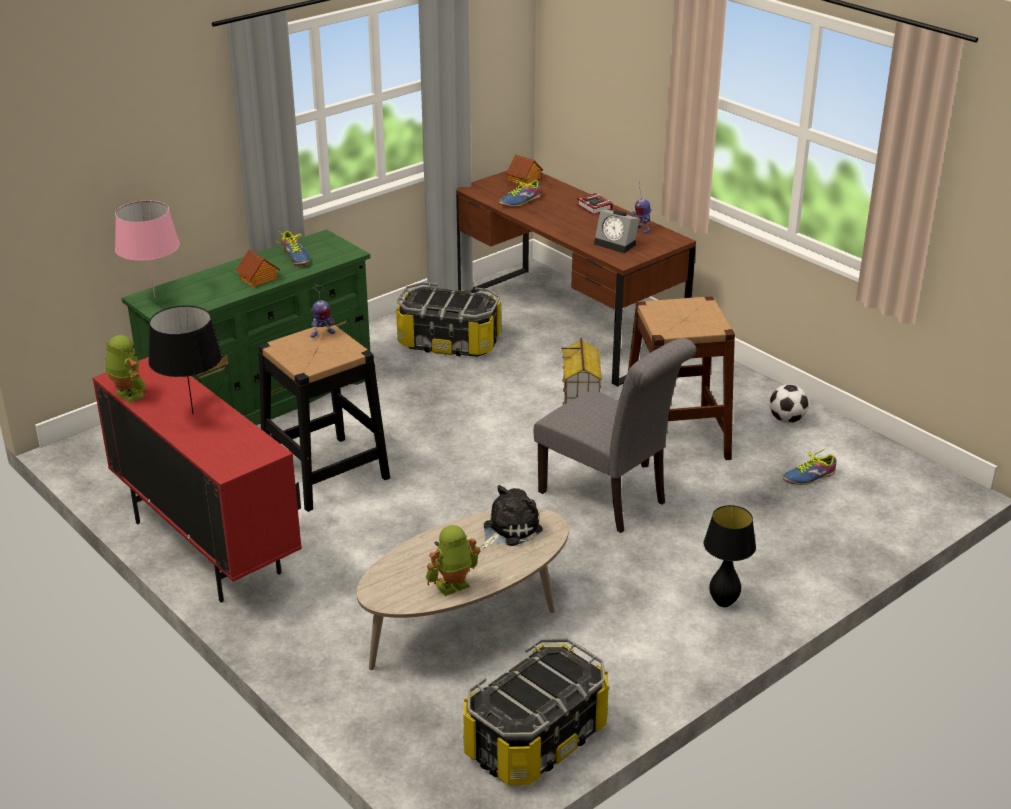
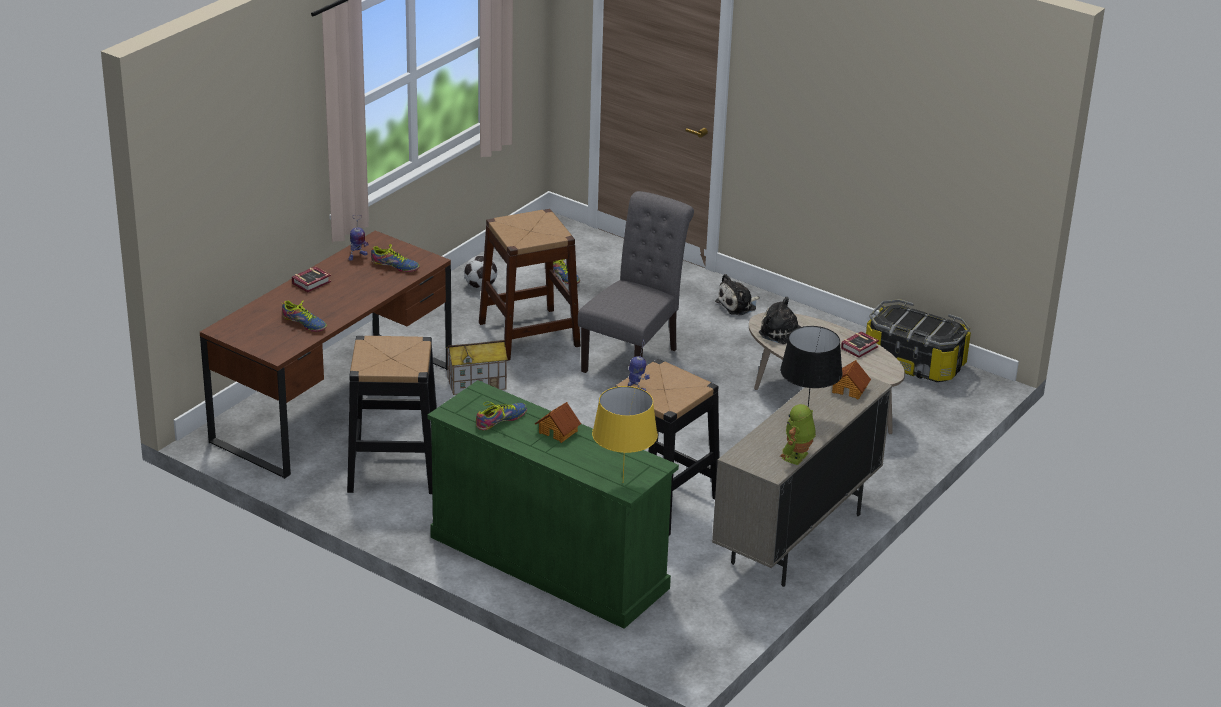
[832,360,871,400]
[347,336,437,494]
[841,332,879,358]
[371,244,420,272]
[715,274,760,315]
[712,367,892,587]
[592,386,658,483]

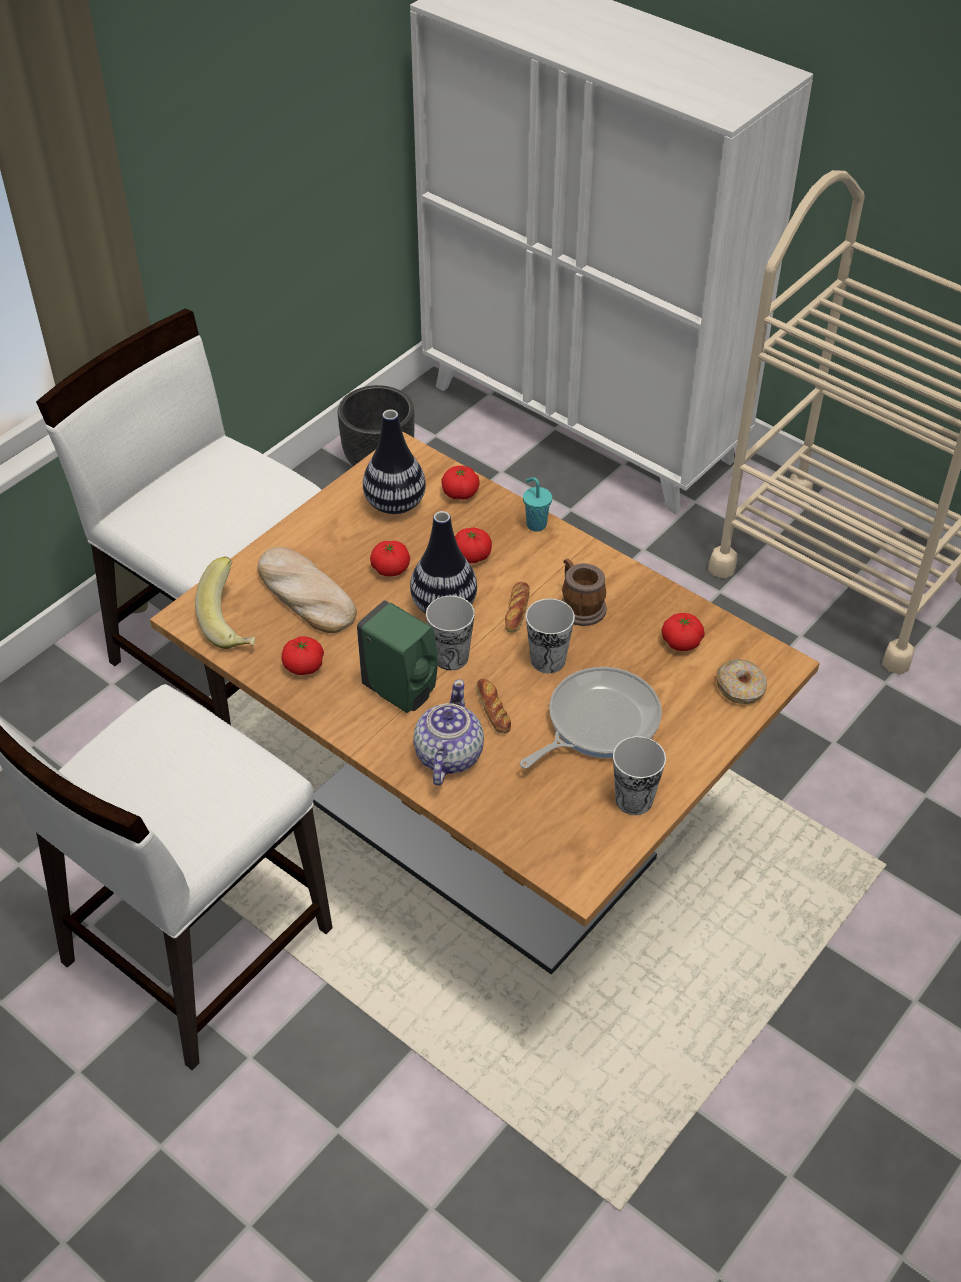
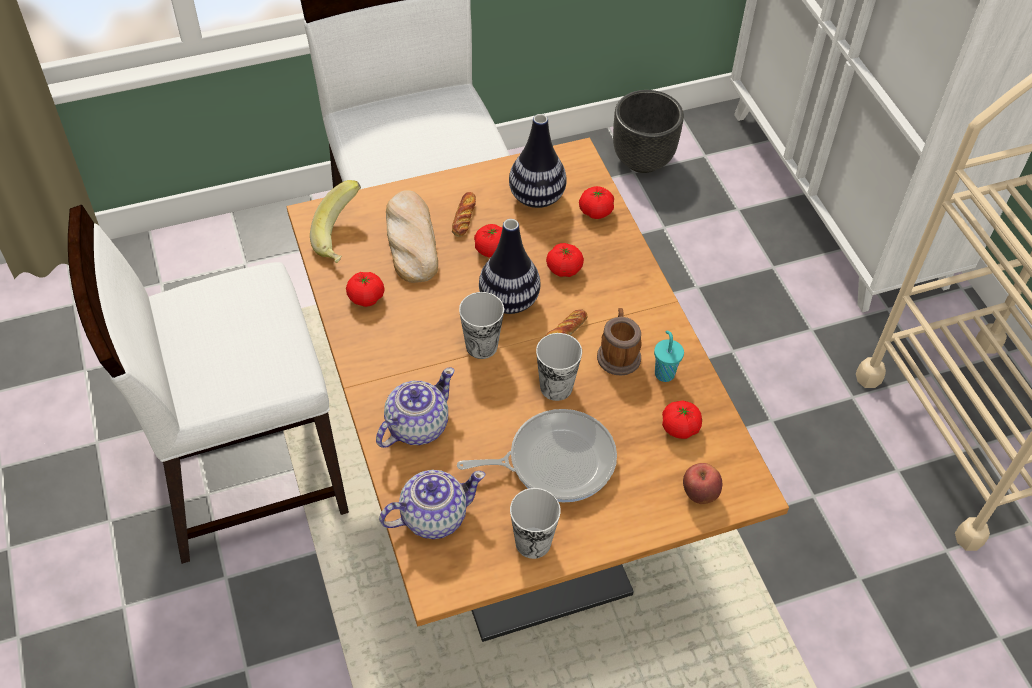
[357,600,438,713] (first image)
[379,470,485,539]
[452,192,476,237]
[654,330,684,382]
[683,463,722,504]

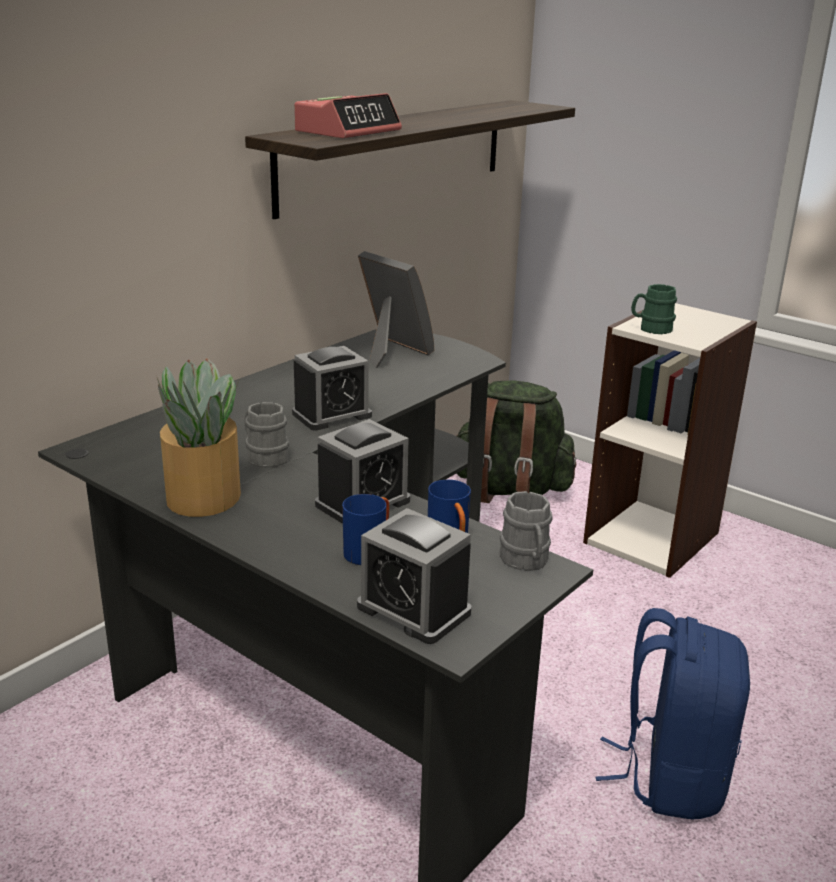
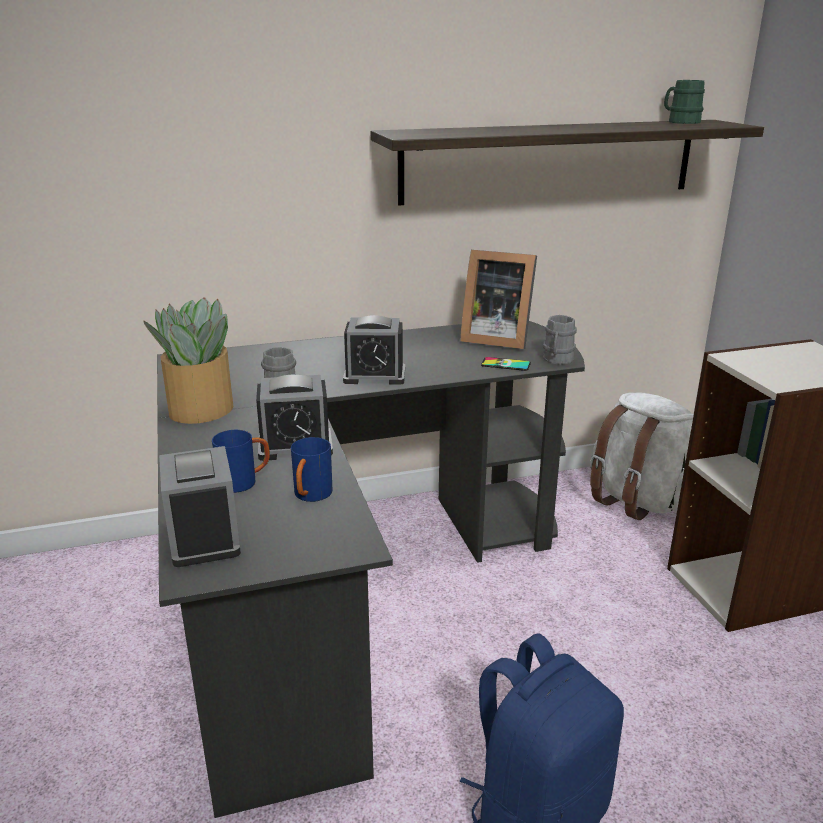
[294,93,402,138] (first image)
[481,357,531,371]
[543,315,577,365]
[664,80,705,124]
[590,392,694,520]
[460,250,537,349]

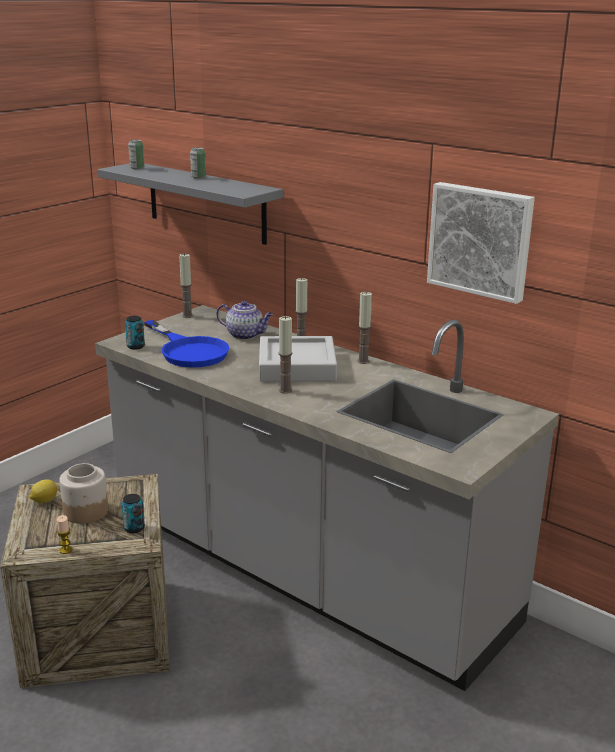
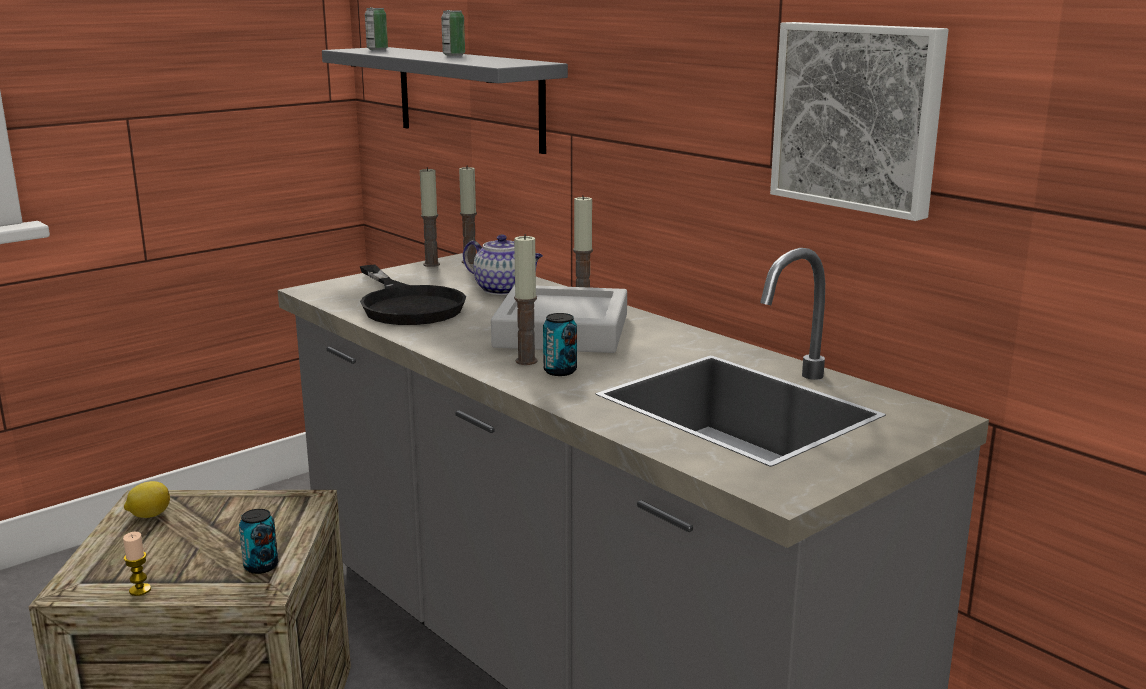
[59,463,108,524] (first image)
[543,313,577,376]
[459,165,477,264]
[360,265,466,325]

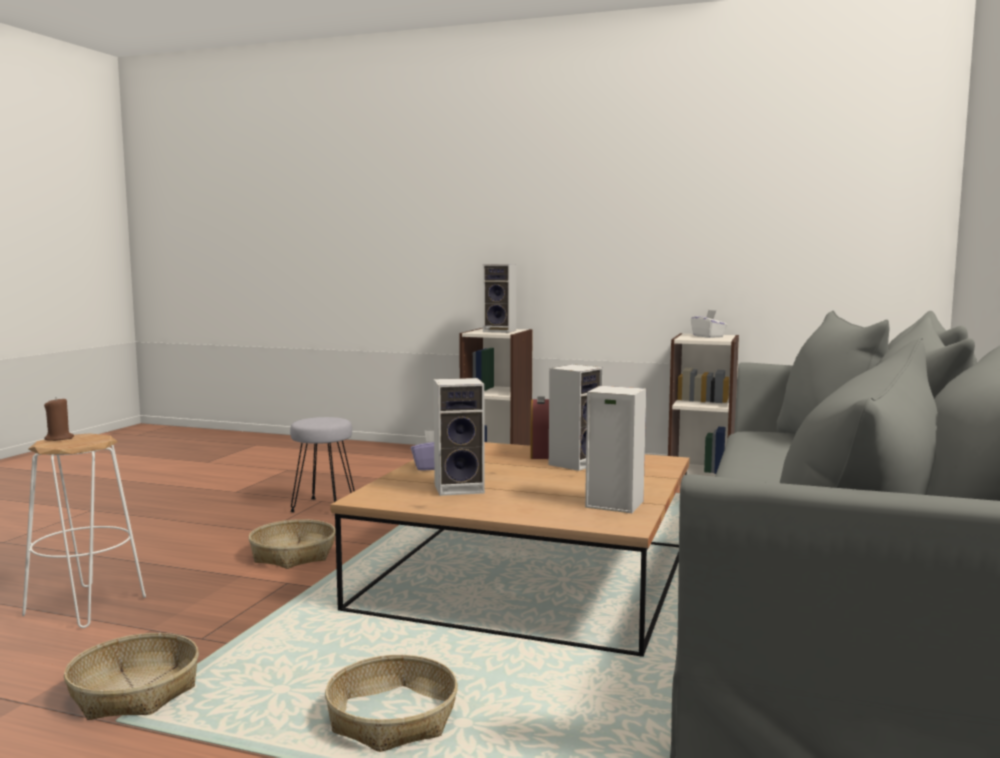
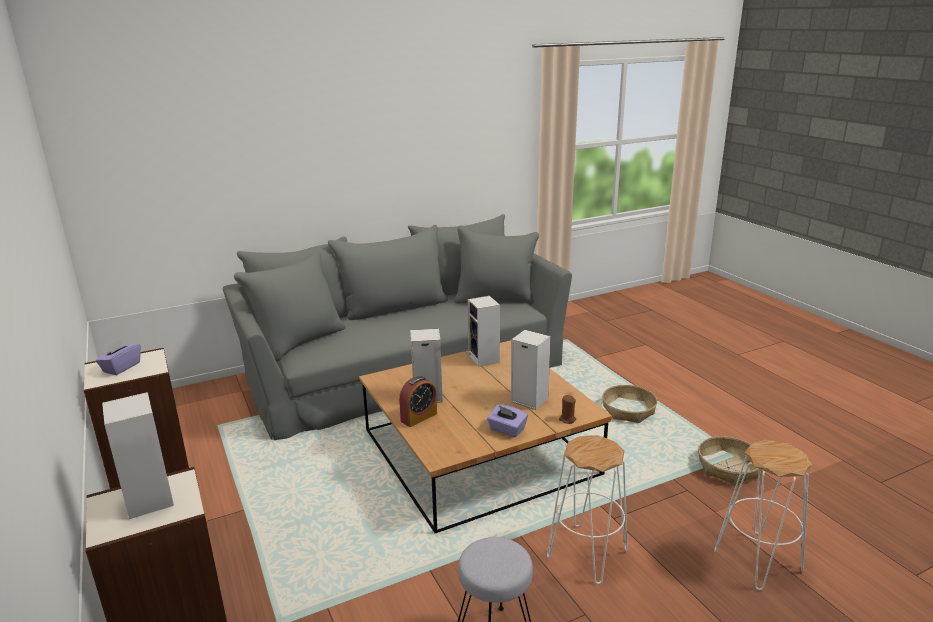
[559,395,576,424]
[547,435,628,584]
[96,338,141,375]

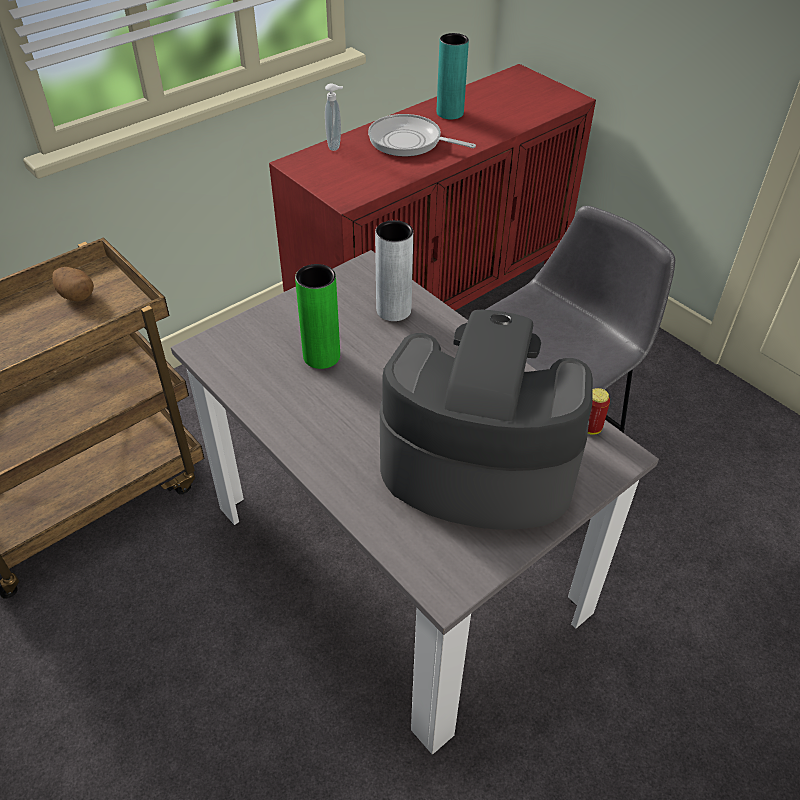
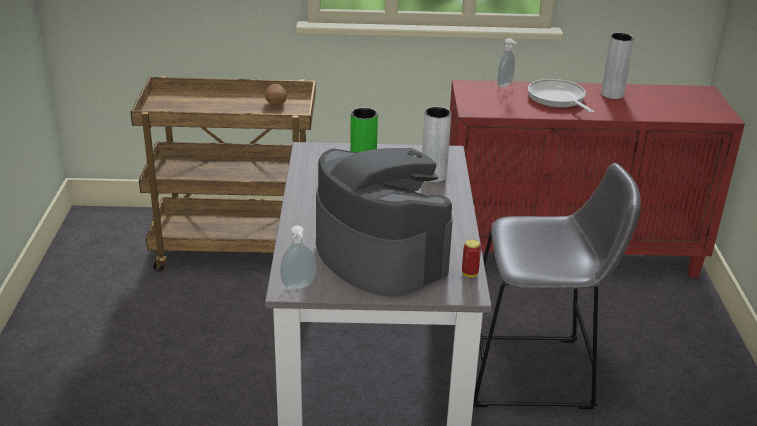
[280,226,316,289]
[601,33,634,99]

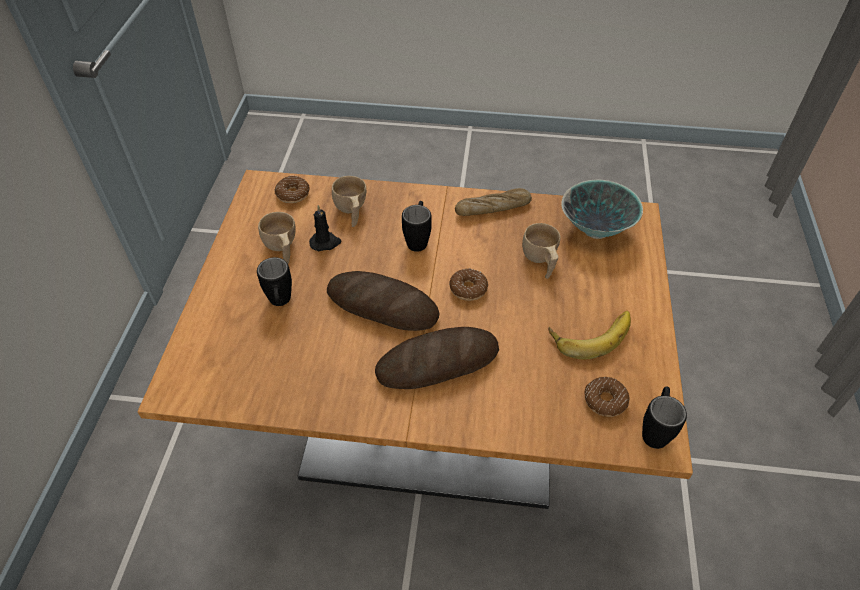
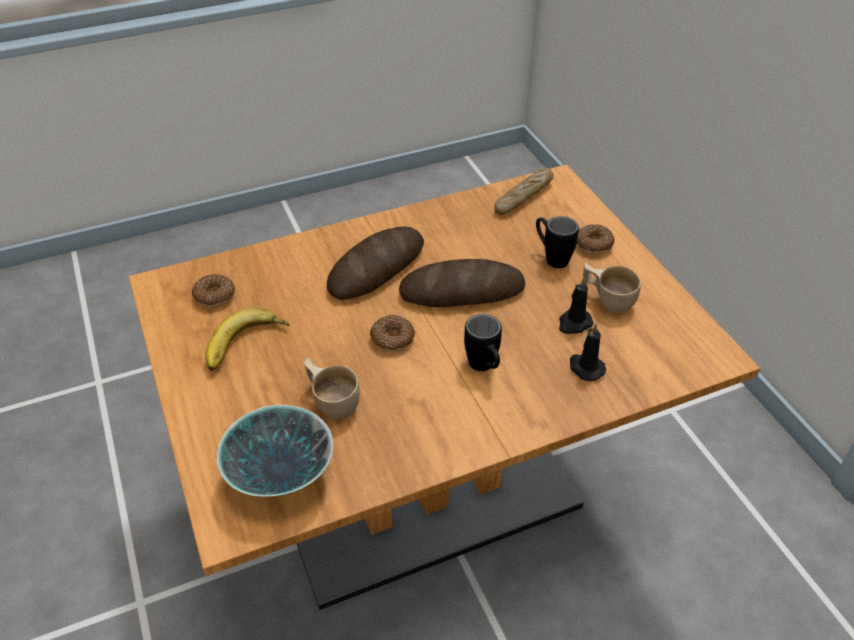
[642,386,687,449] (first image)
[576,224,615,254]
[494,167,554,215]
[570,323,606,381]

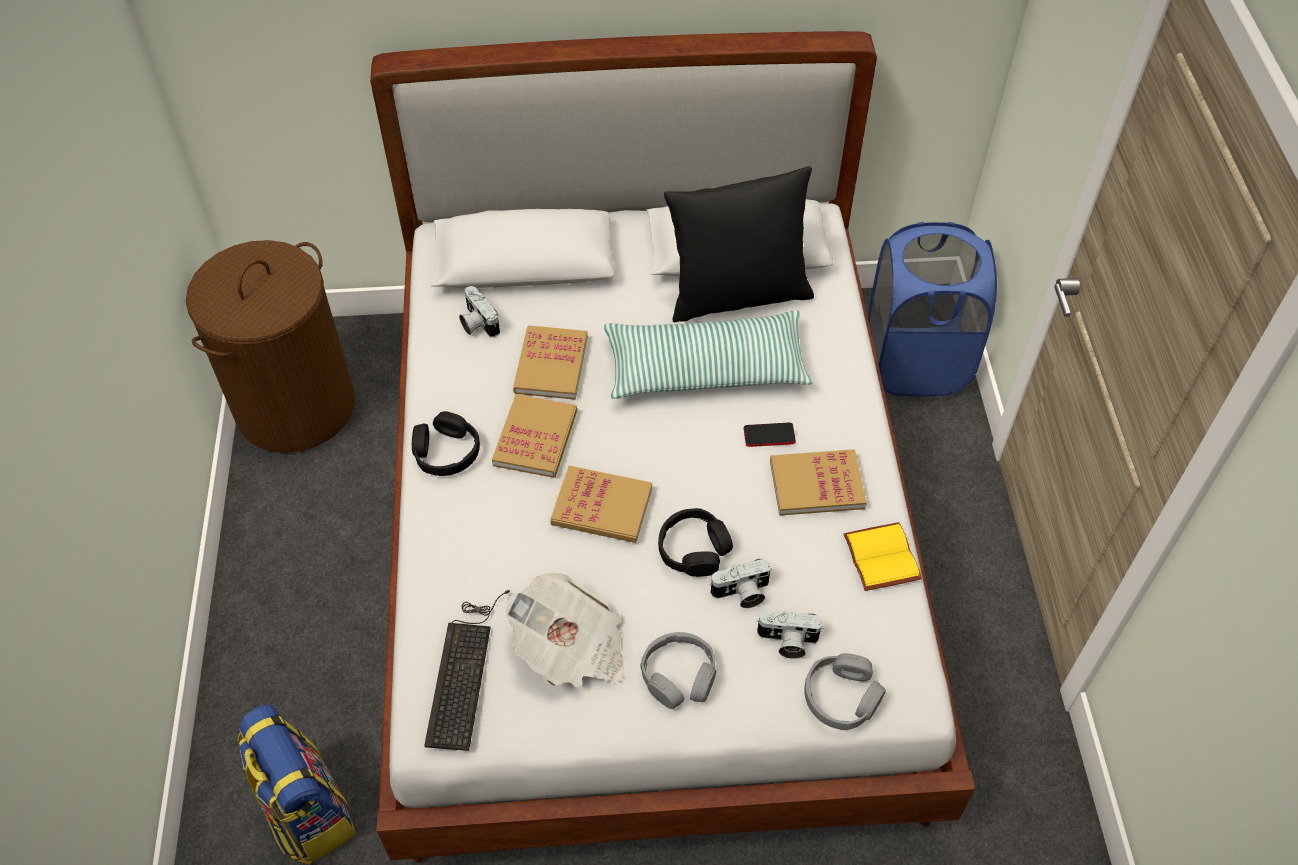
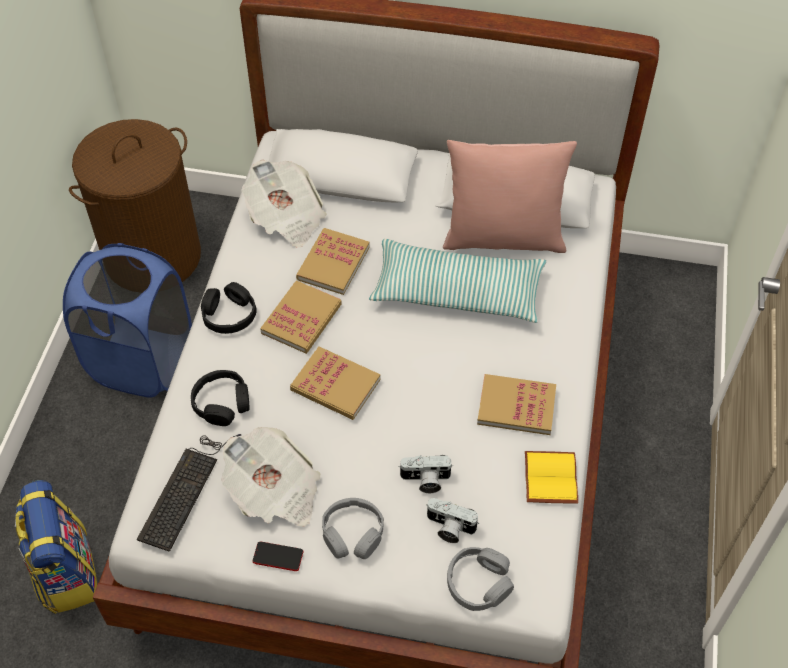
[191,370,250,426]
[252,542,303,571]
[63,243,192,398]
[242,160,327,247]
[443,140,577,253]

